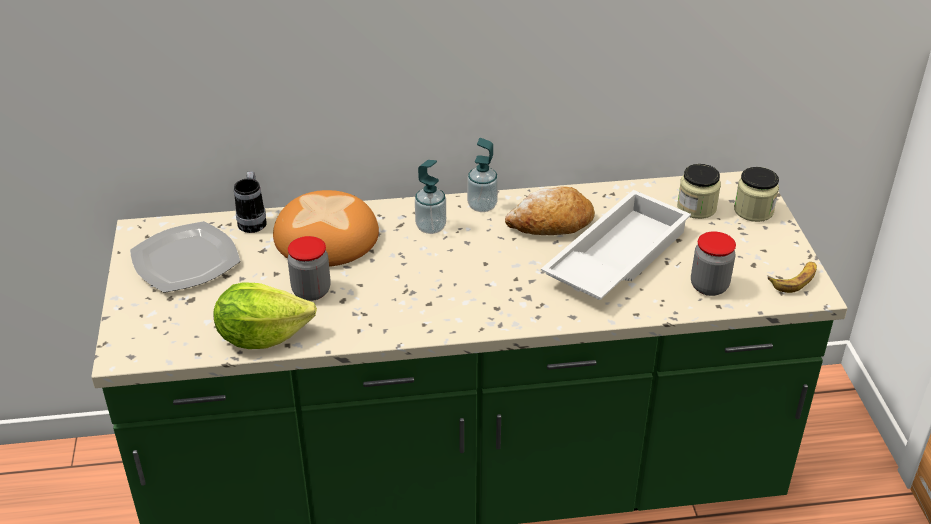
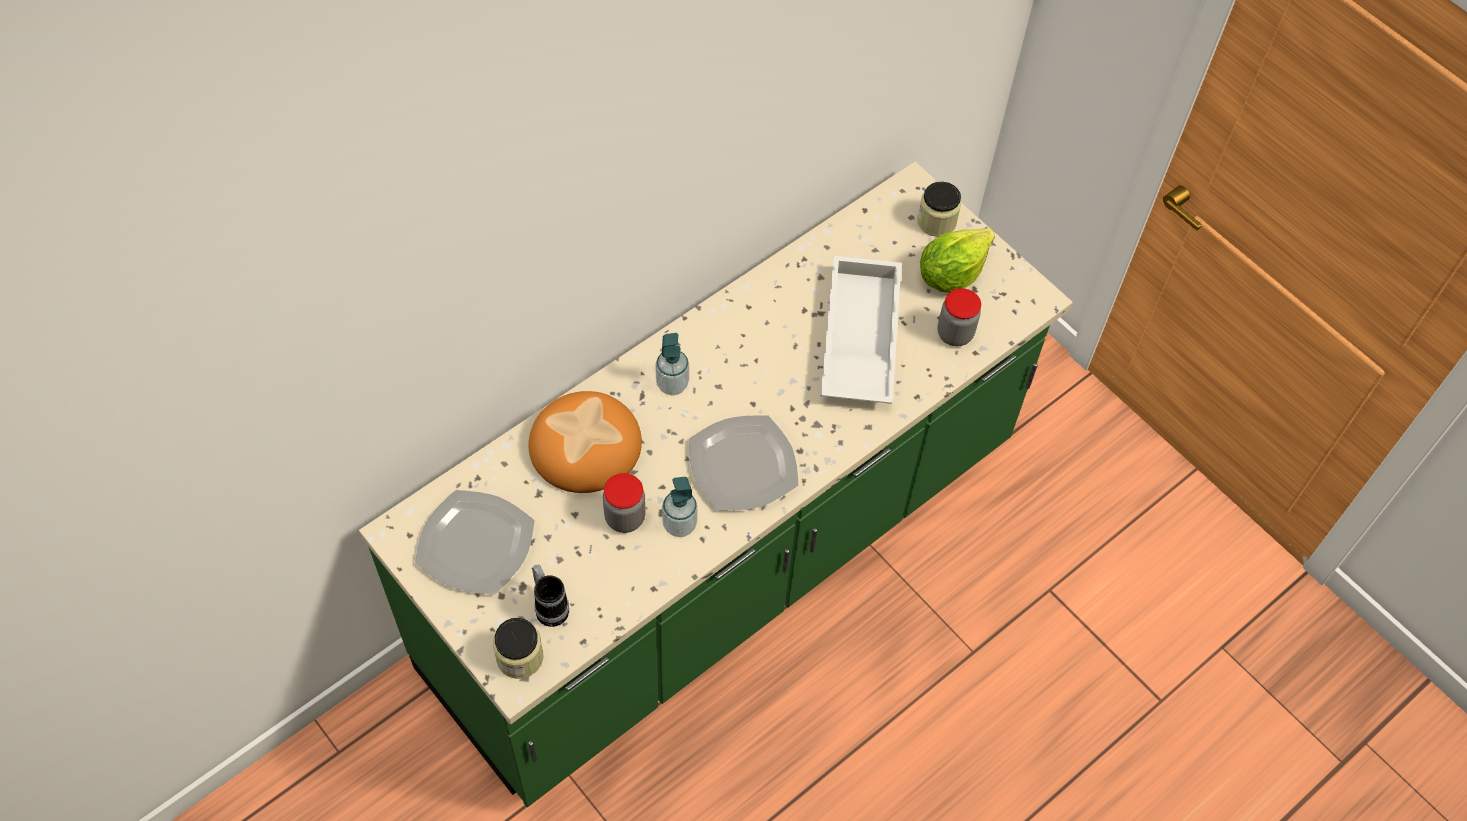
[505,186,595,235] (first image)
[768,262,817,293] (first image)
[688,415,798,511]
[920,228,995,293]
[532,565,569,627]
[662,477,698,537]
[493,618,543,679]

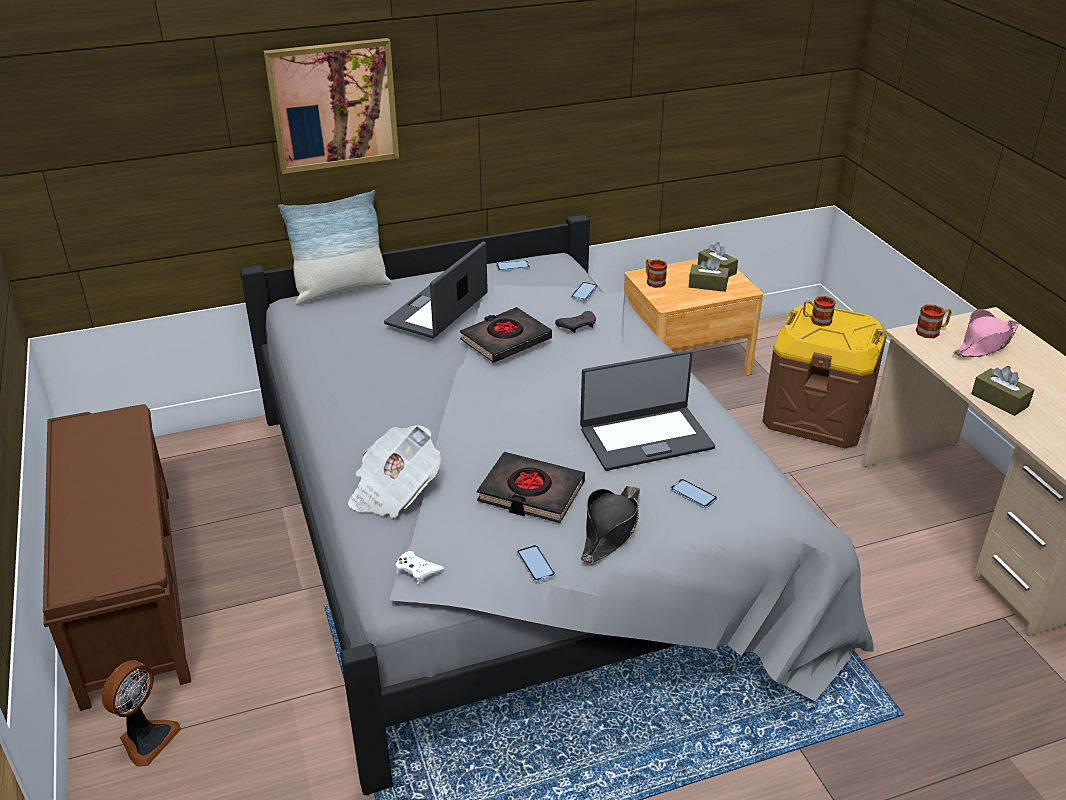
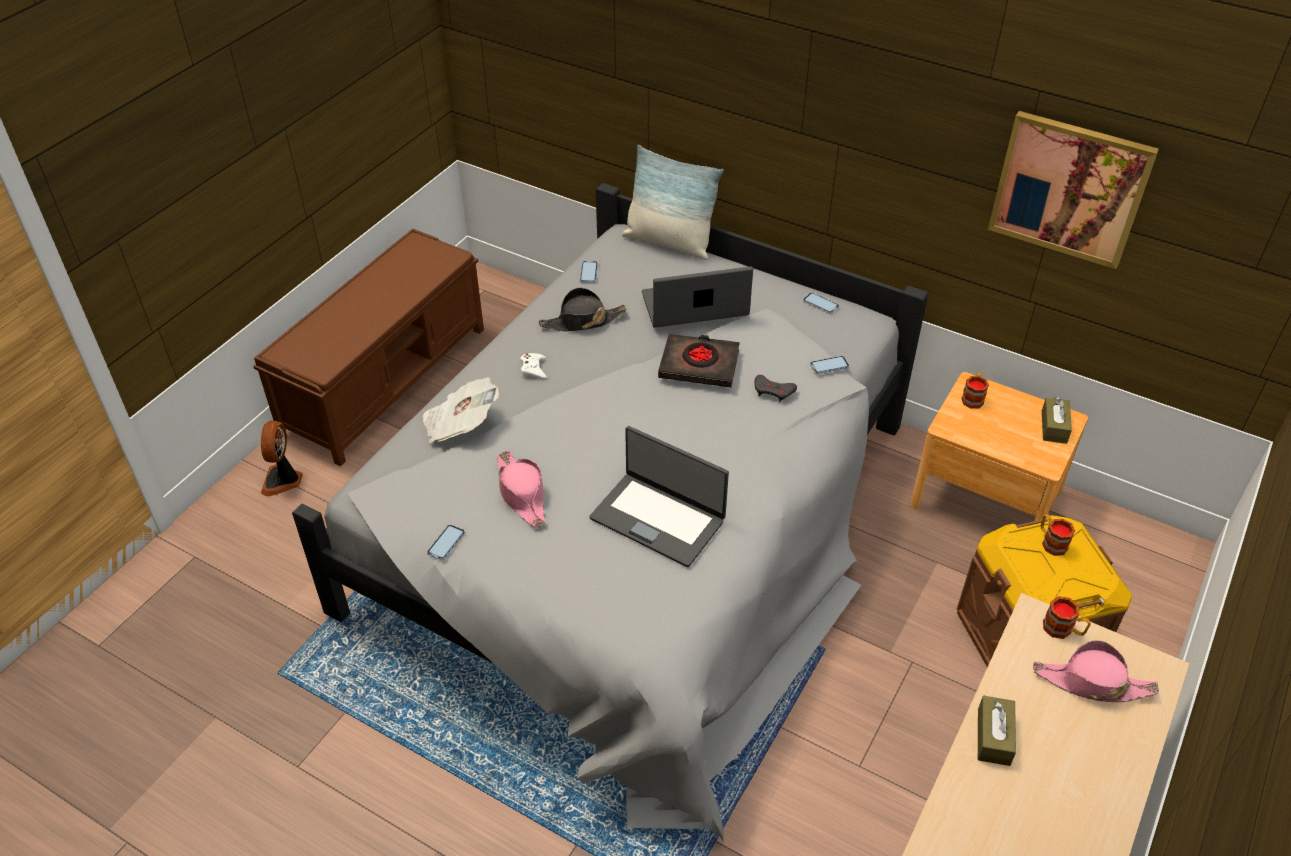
[689,257,729,292] (first image)
[988,111,1159,269]
[520,353,547,379]
[539,287,627,332]
[580,261,598,283]
[497,451,545,528]
[261,421,303,496]

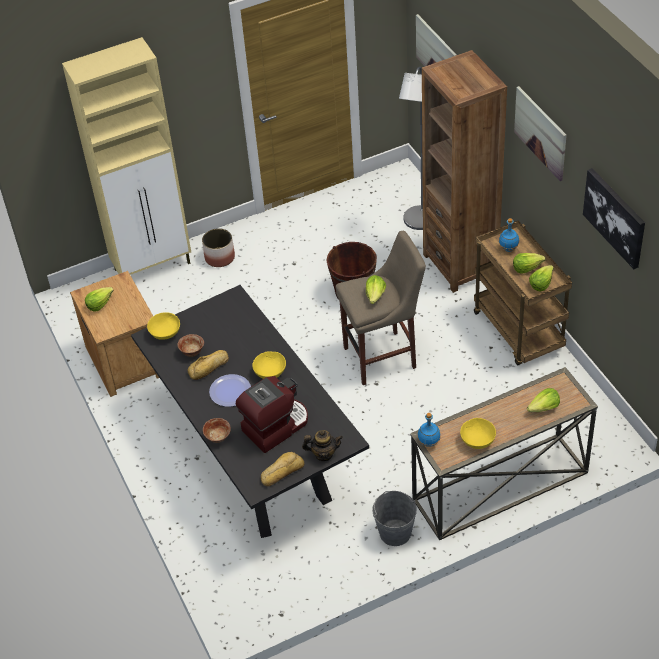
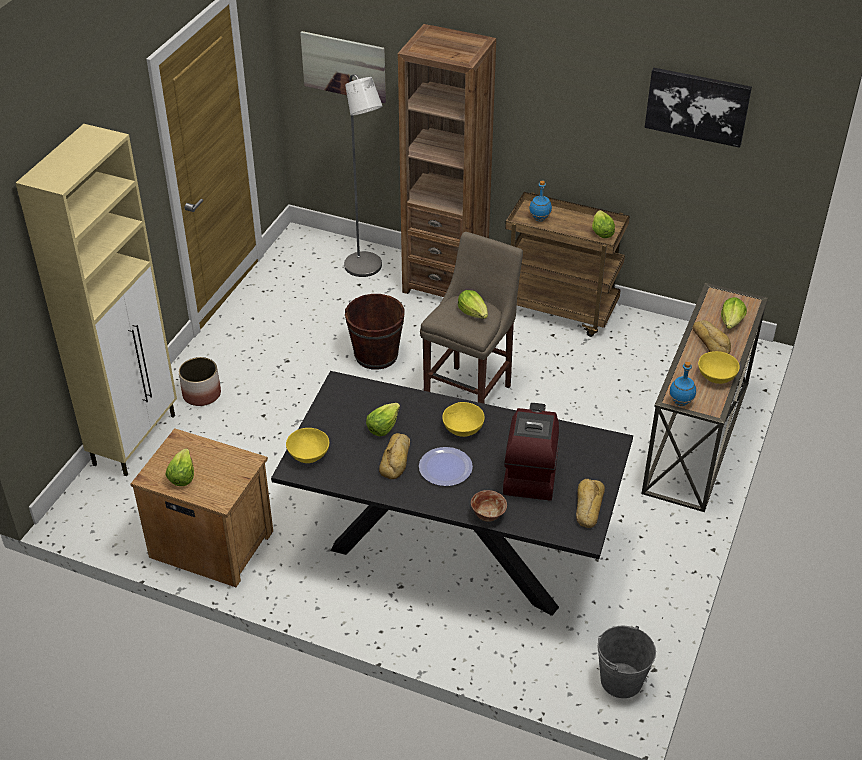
[177,334,204,357] (first image)
[302,430,343,461] (first image)
[514,86,567,181] (first image)
[693,320,731,354]
[597,626,656,698]
[366,403,400,436]

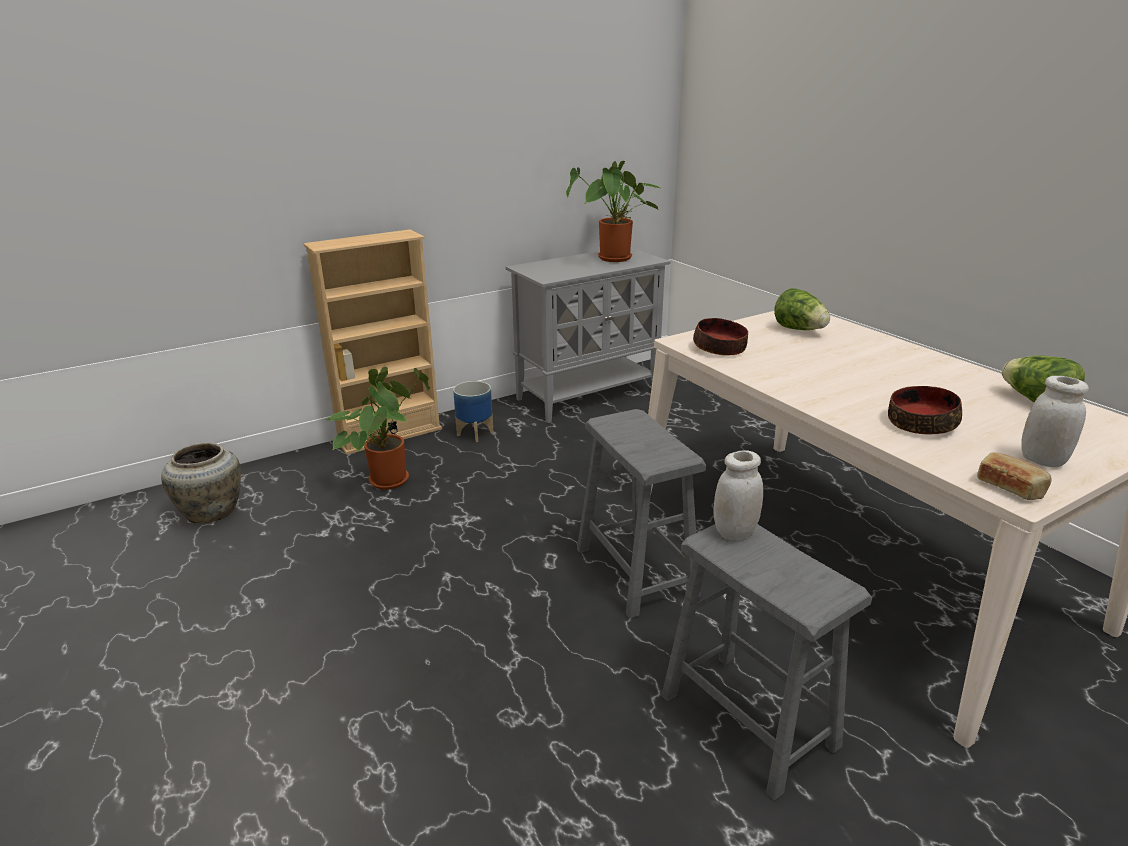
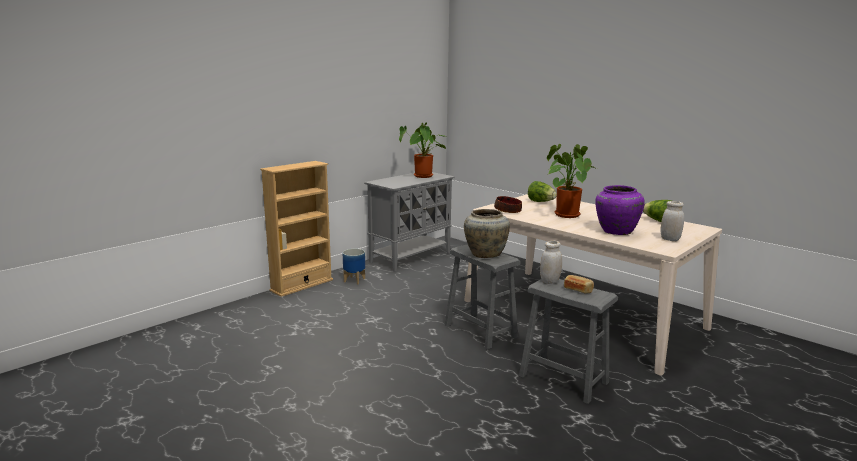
[464,209,510,258]
[547,144,597,218]
[564,275,594,294]
[595,185,645,235]

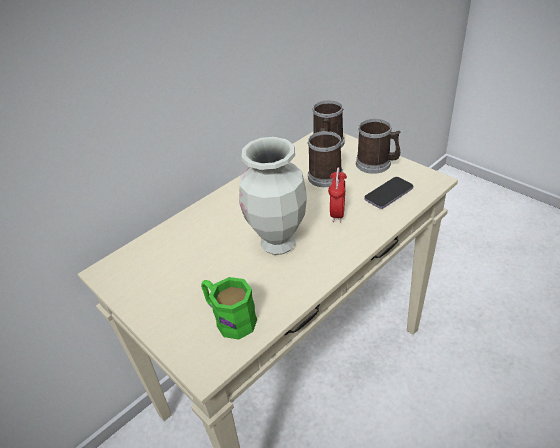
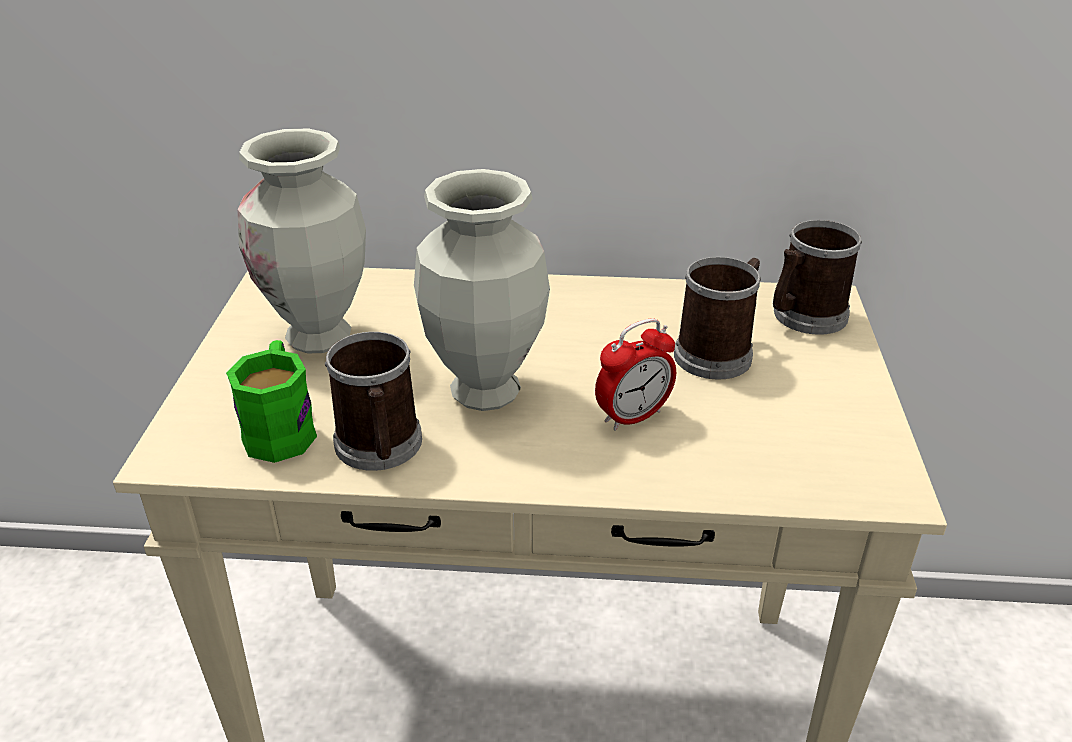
[364,177,413,209] (first image)
[238,129,366,353]
[325,332,422,471]

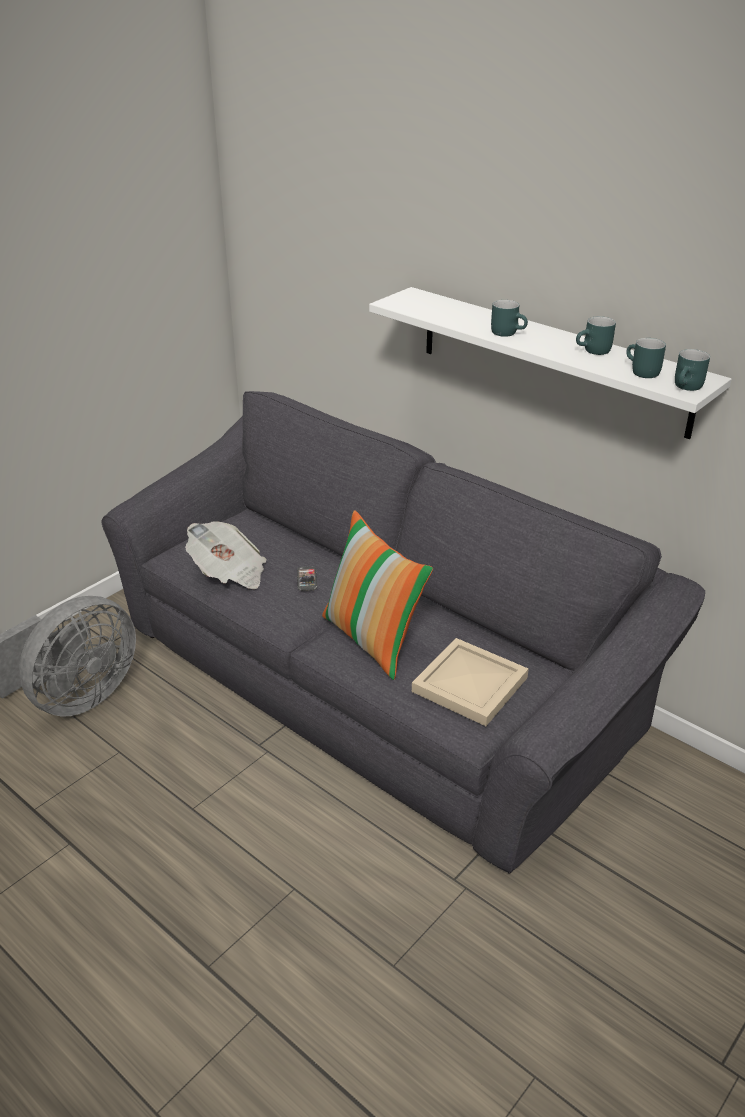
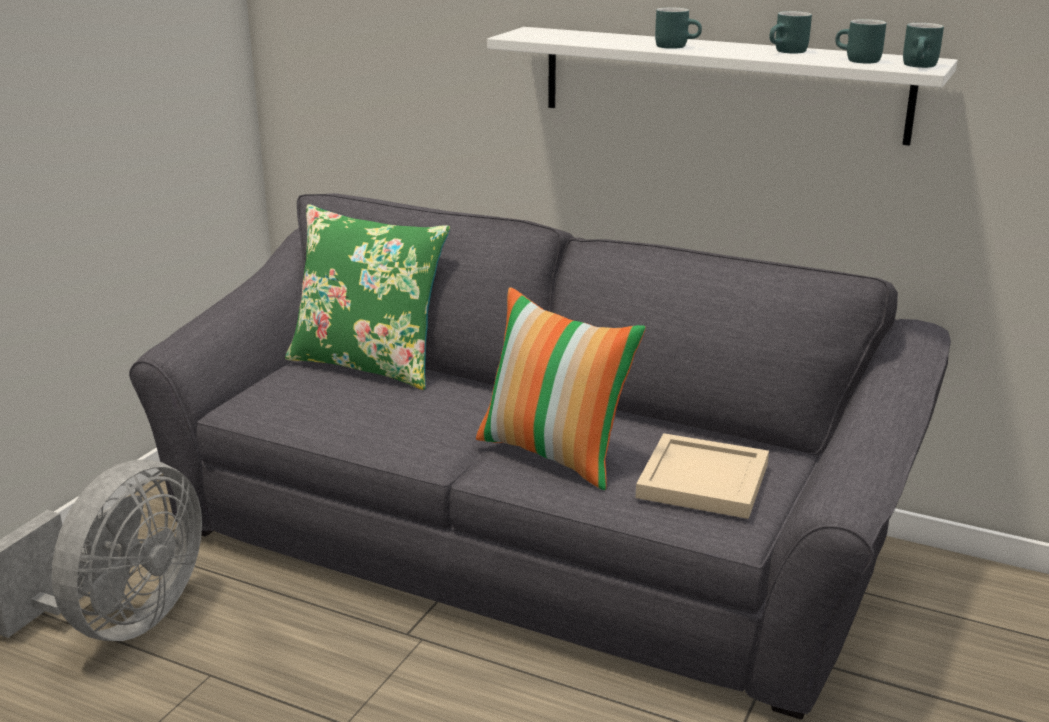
[185,521,266,589] (first image)
[297,566,317,591] (first image)
[285,204,450,390]

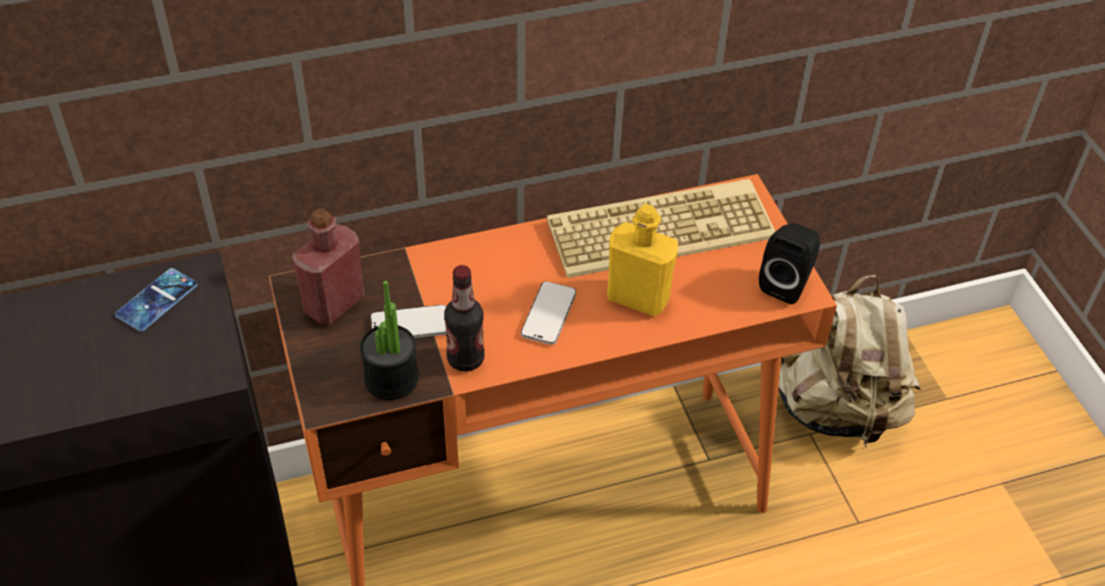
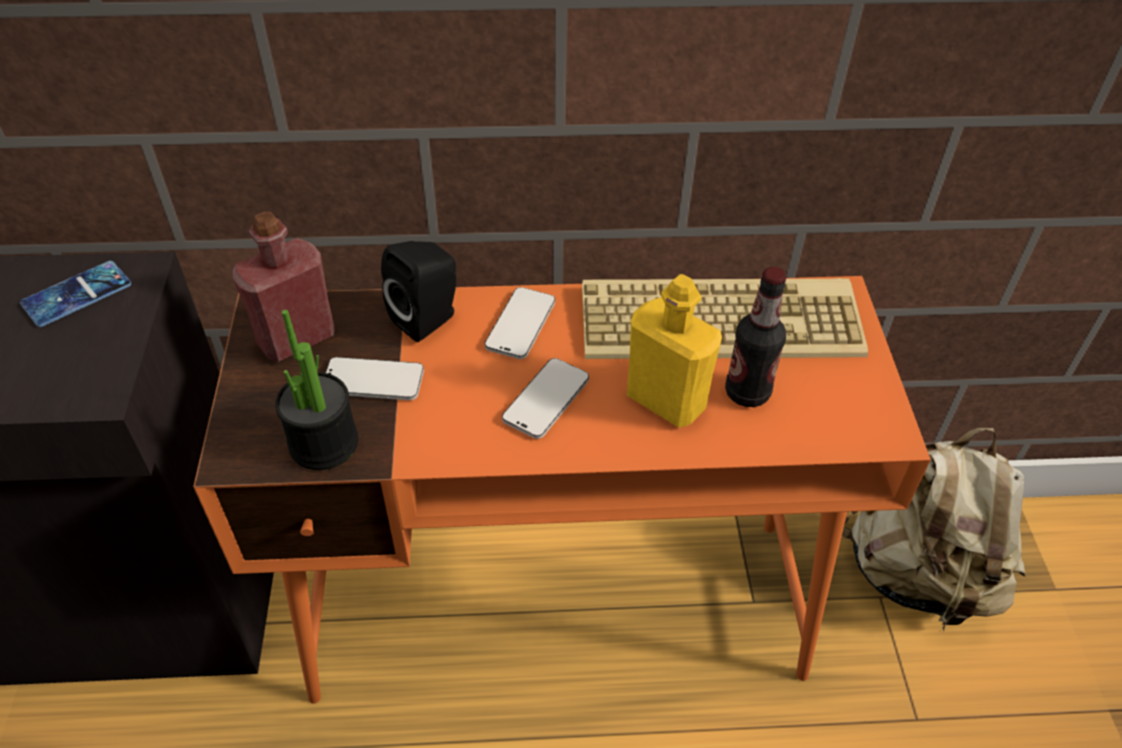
[484,287,555,359]
[725,267,787,407]
[381,241,456,342]

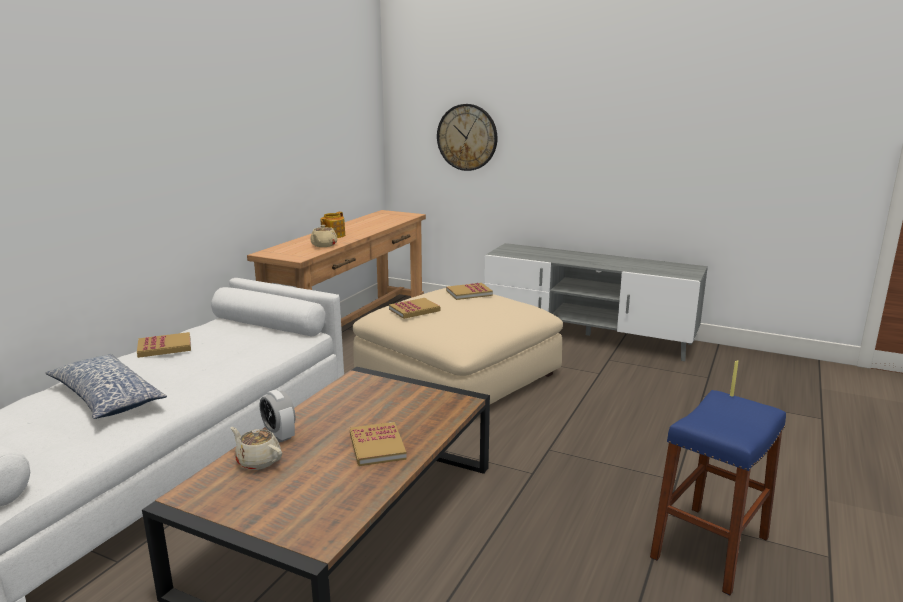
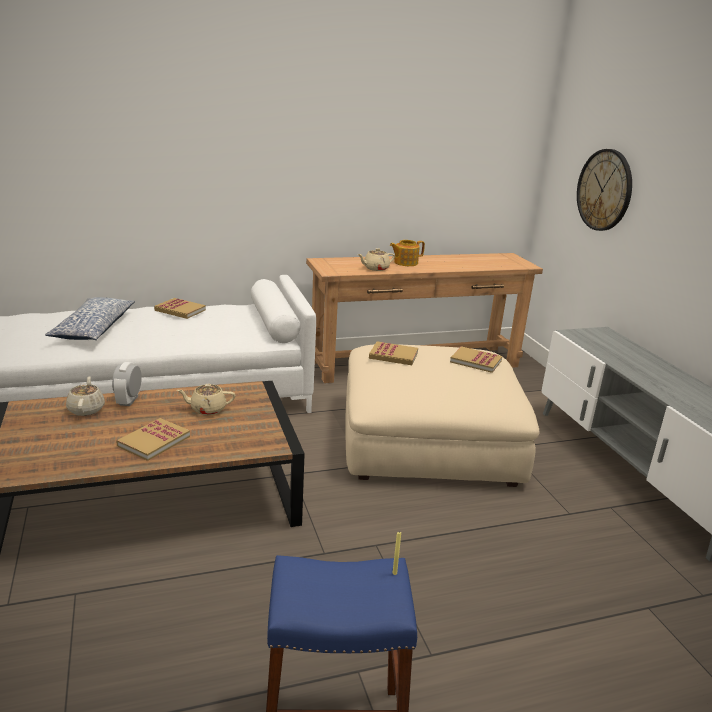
[177,384,236,415]

